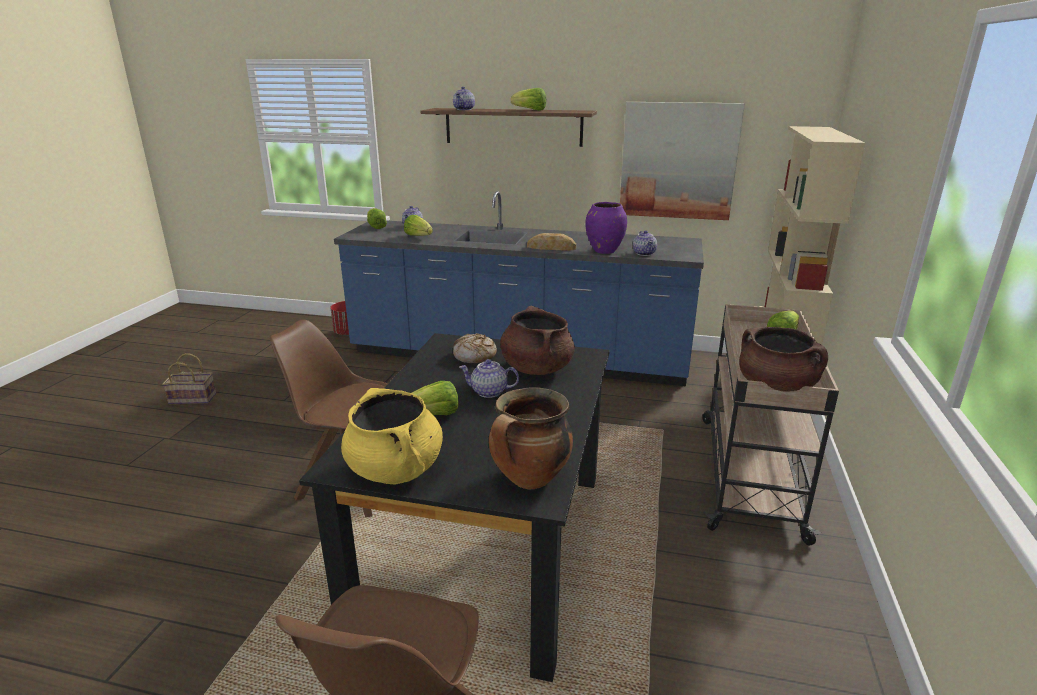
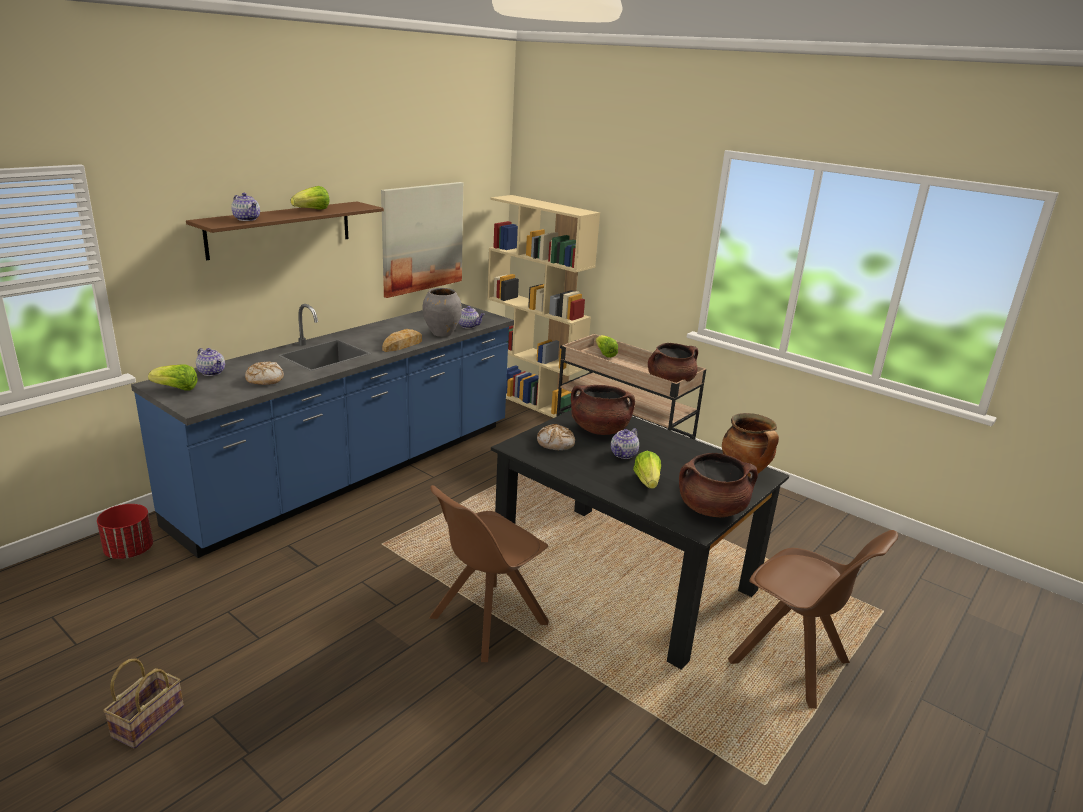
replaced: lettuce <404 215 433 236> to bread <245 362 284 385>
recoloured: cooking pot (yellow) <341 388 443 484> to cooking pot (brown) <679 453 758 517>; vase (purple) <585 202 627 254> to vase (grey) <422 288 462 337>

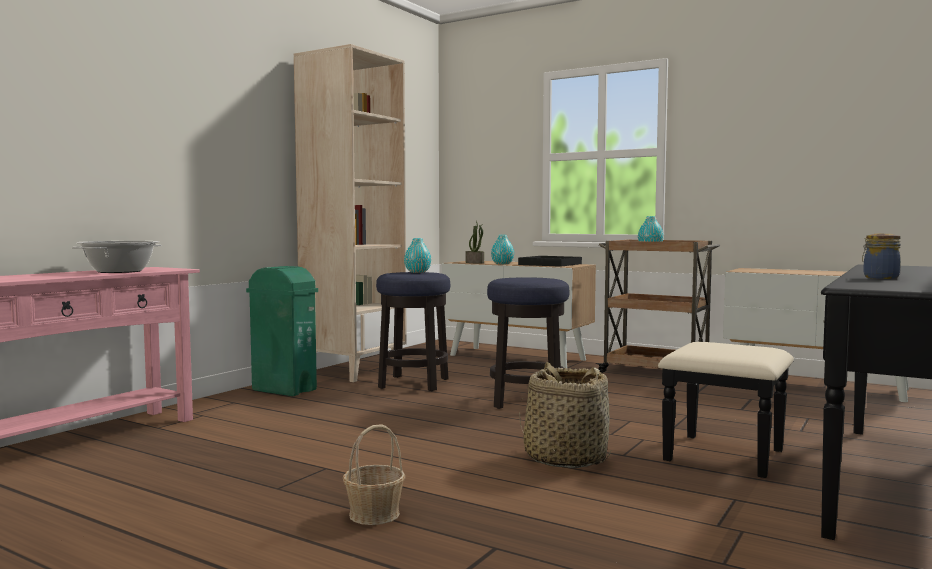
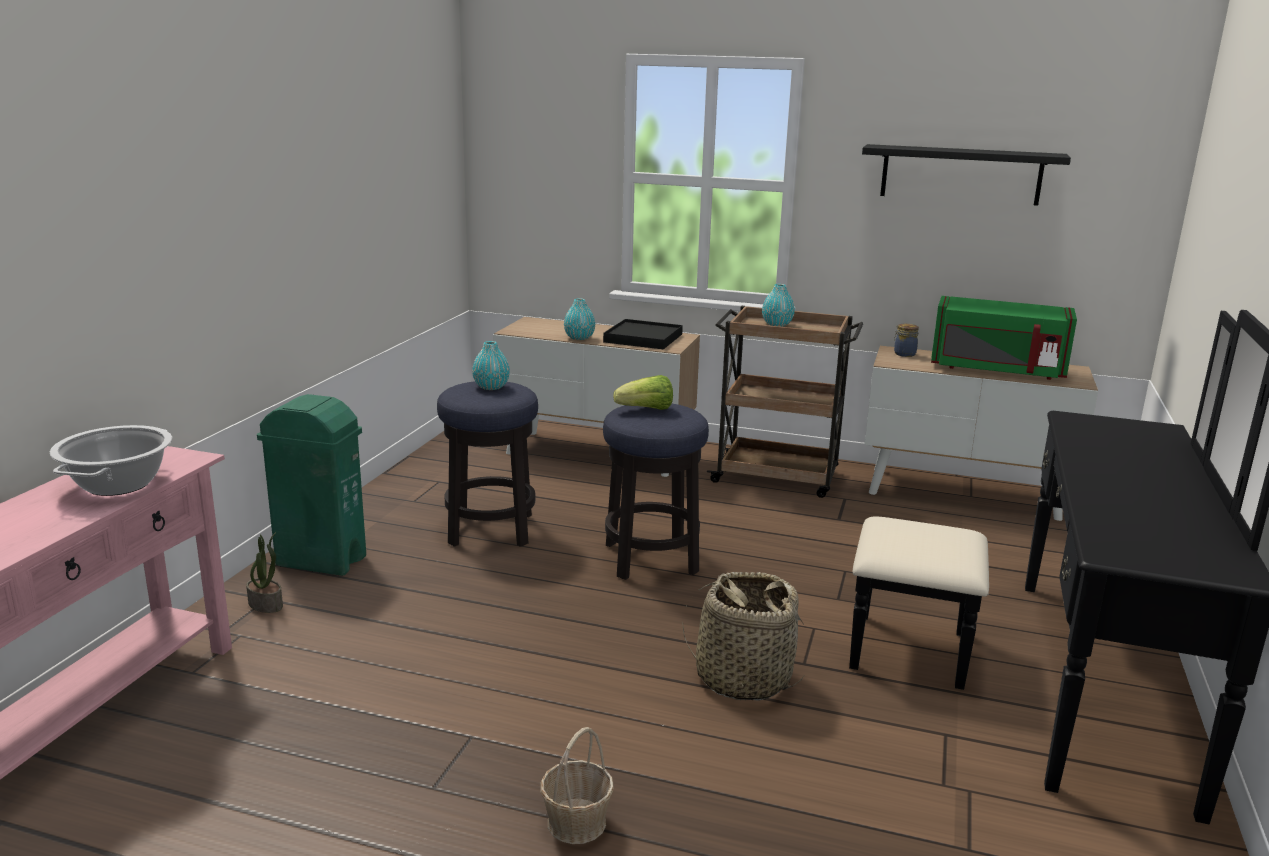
removed: bookcase (beige) <294 44 407 382>
added: lettuce <613 375 673 410>; shelf (black) <862 144 1071 206>; microwave (green) <931 296 1077 380>
moved: potted plant <466 221 484 263> to <246 532 283 613>; jar <862 234 901 279> to <894 324 919 357>

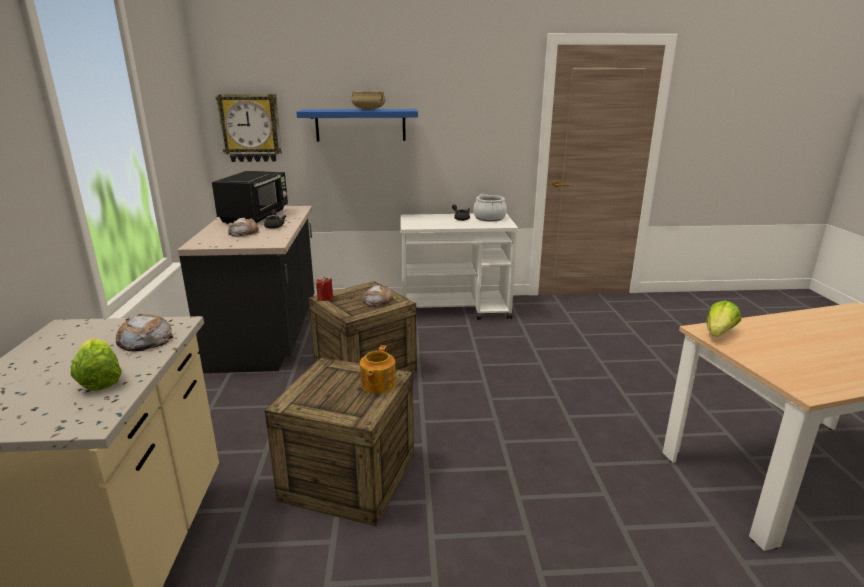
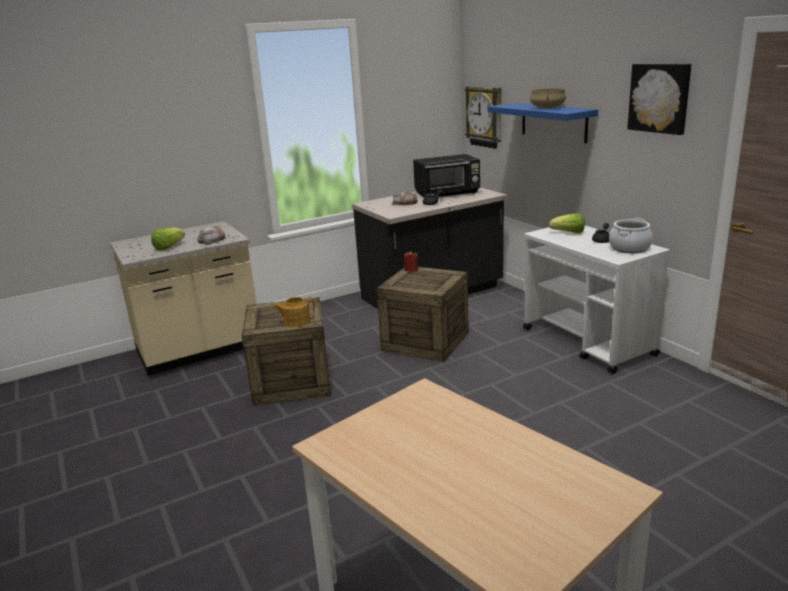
removed: bread <363 285 393 307>
added: picture <627 64 691 135>
moved: lettuce <707 300 741 337> to <549 213 585 233>

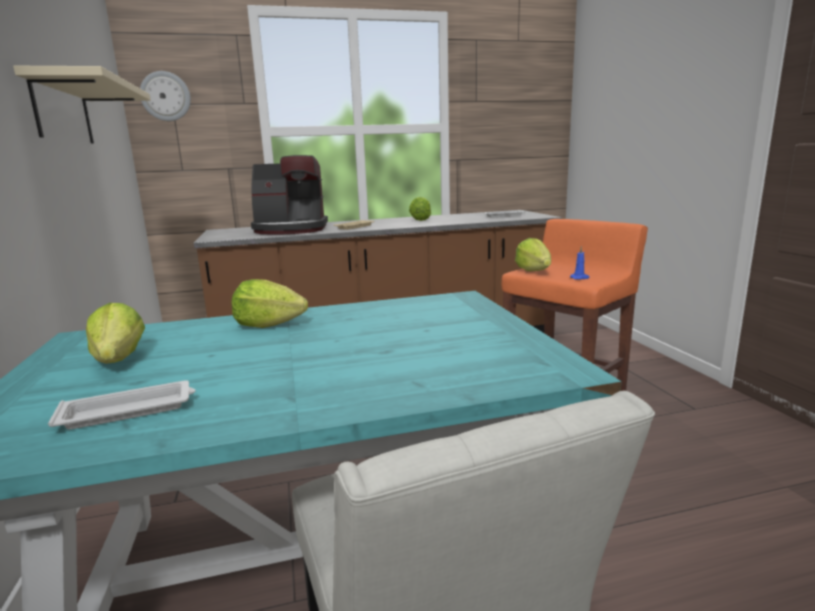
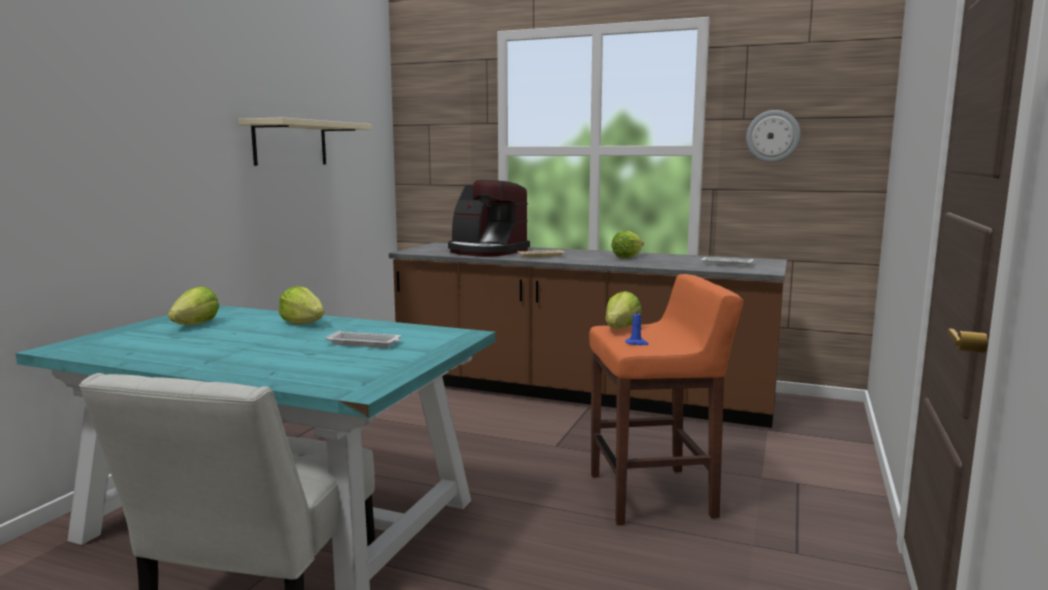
moved: tray (white) <48 380 196 430> to <325 331 401 348>; wall clock <140 71 191 121> to <746 110 801 162>

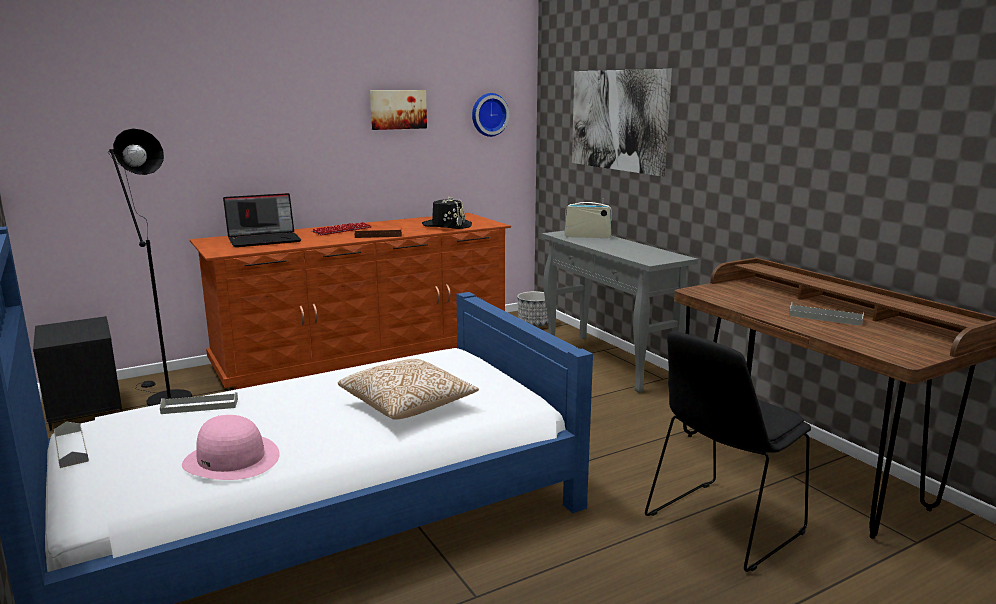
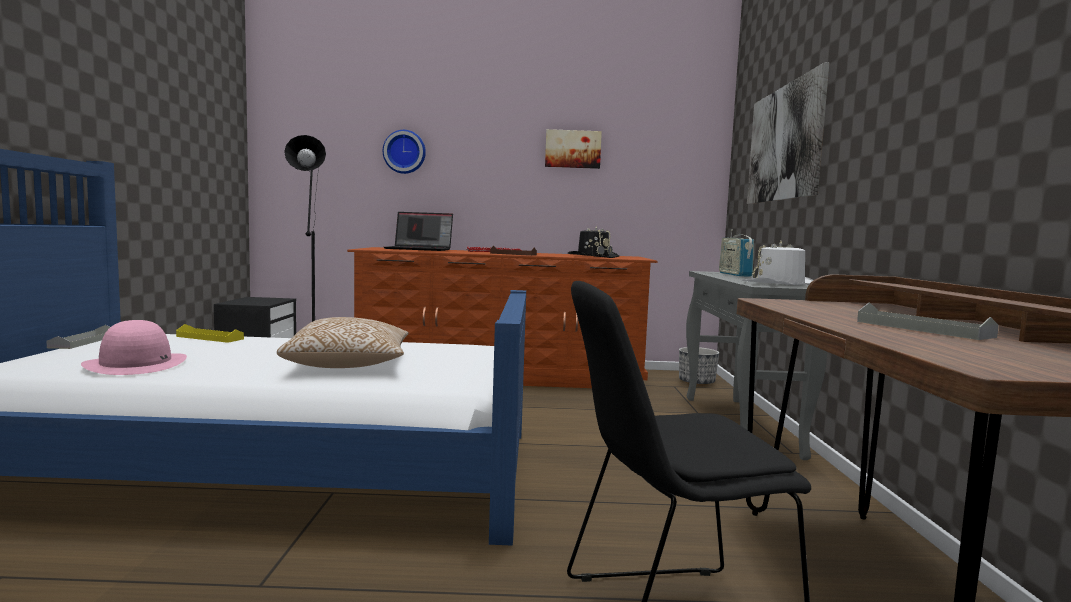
added: hat (white) <742 241 813 285>
moved: wall clock <472 93 509 137> to <383 130 426 174>
recoloured: tray (grey) <160 392 238 414> to tray (yellow) <176 324 244 343>
turned: radio <564 198 612 238> = <719 229 754 277> 135 degrees counterclockwise

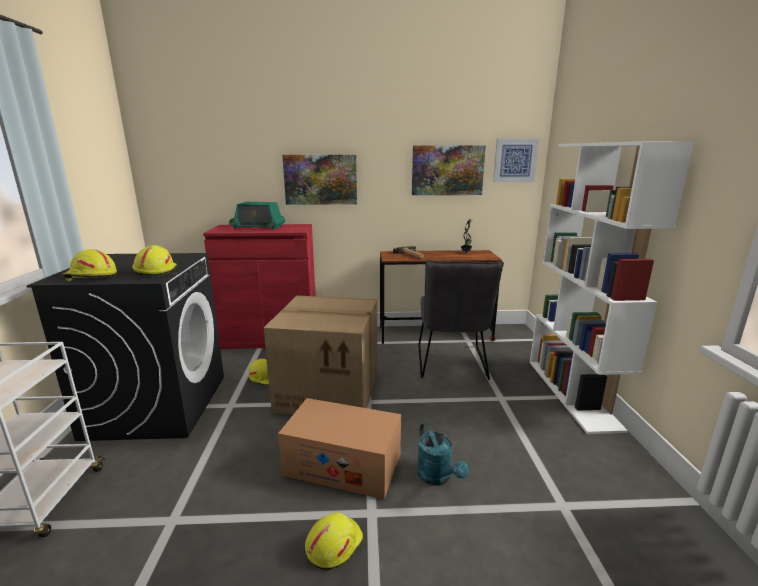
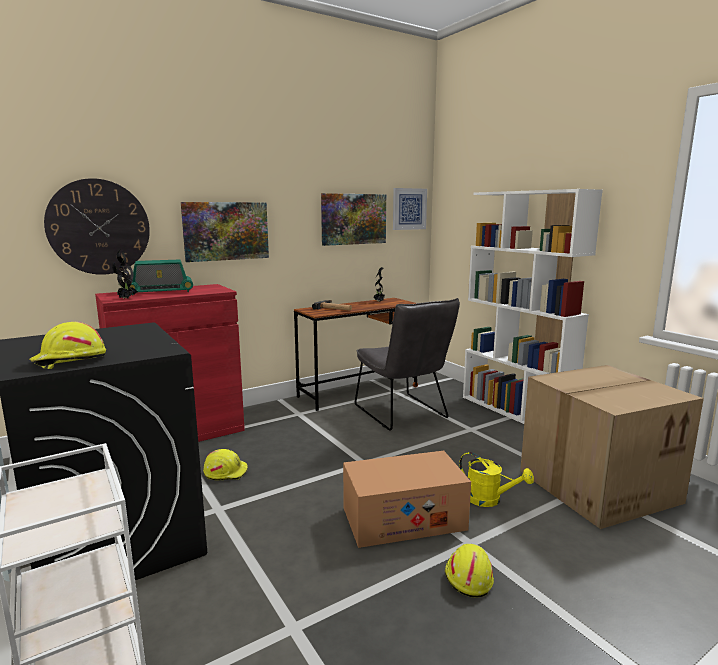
removed: hard hat (yellow) <132 245 177 276>
added: wall clock <44 178 150 275>; potted plant <112 249 138 298>
moved: cardboard box <264 295 377 415> to <520 365 704 529>
recoloured: watering can (turquoise) <417 423 468 485> to watering can (yellow) <459 452 534 507>

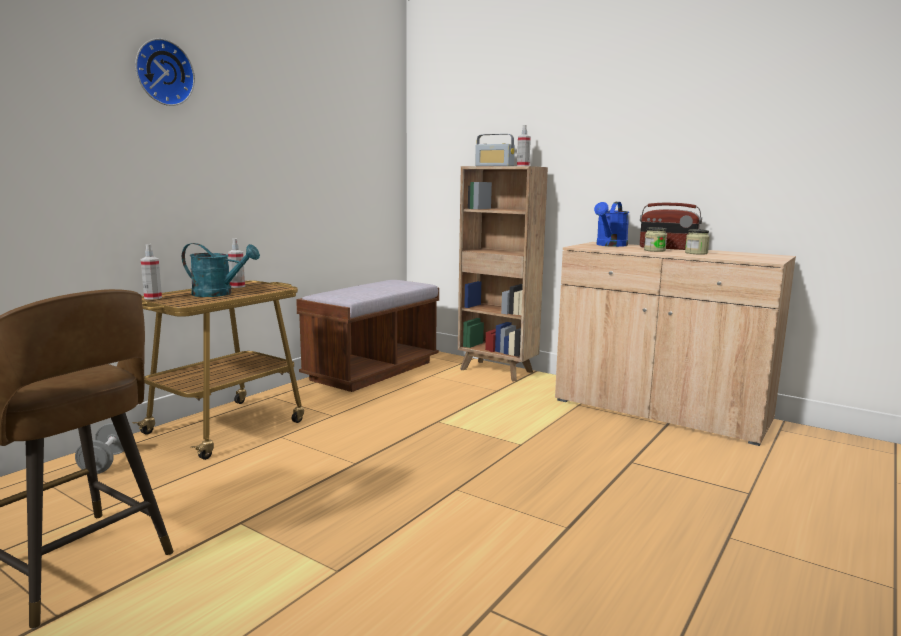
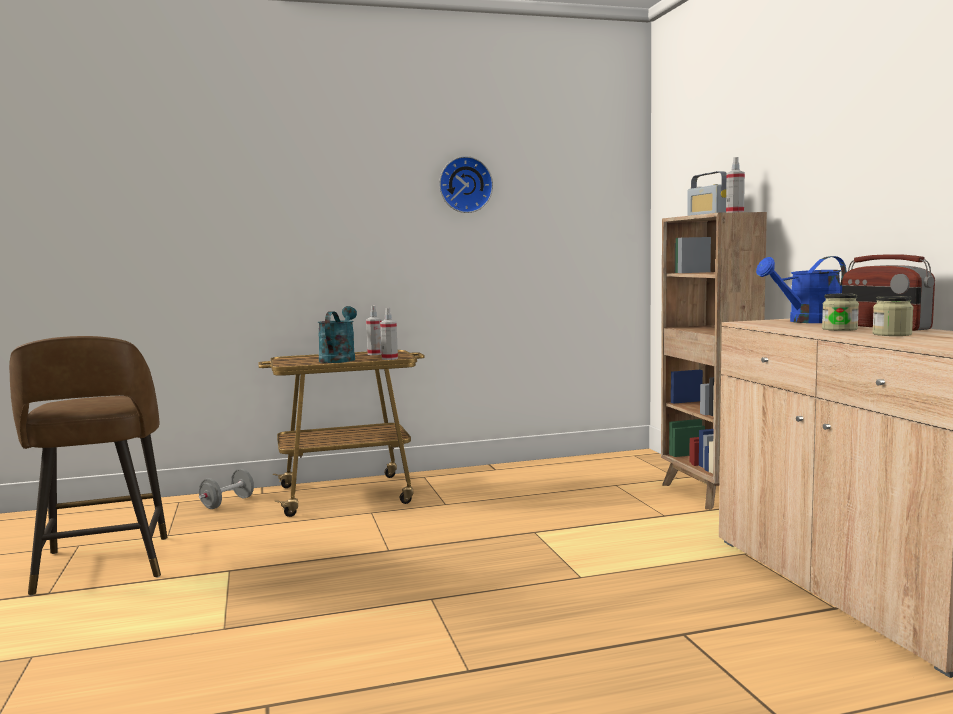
removed: bench (brown) <296 280 439 392>
moved: wall clock <135 38 195 106> to <439 156 493 213>; spray bottle <141 244 162 299> to <380 308 398 360>
turned: watering can (turquoise) <182 243 260 297> = <318 306 357 363> 135 degrees counterclockwise

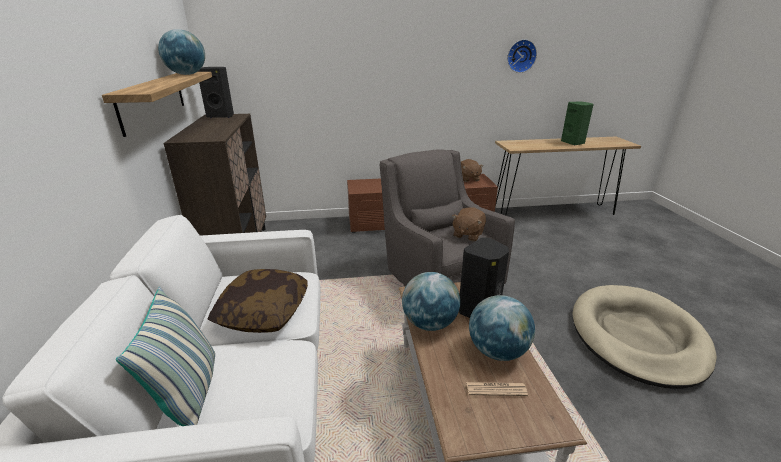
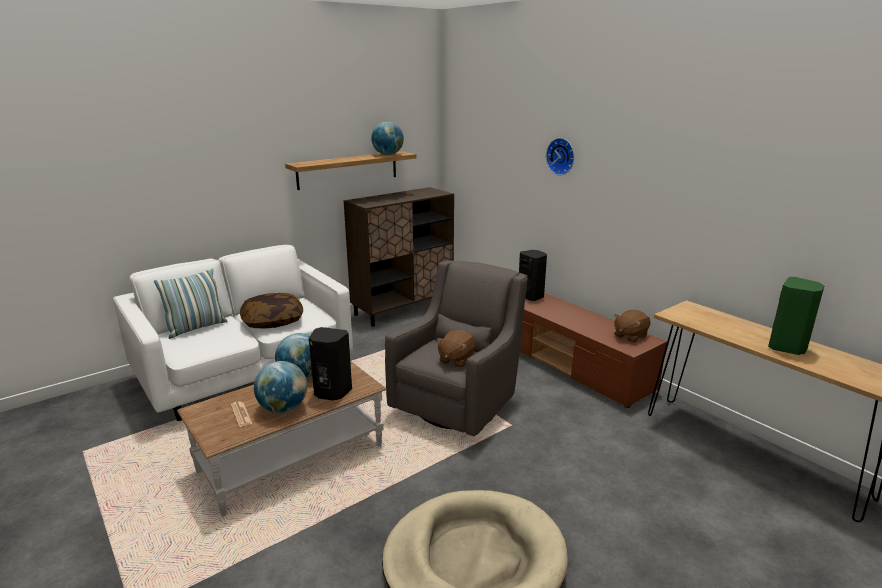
moved: speaker (black) <198 67 234 118> to <519 250 547 301>; wall clock <507 39 537 73> to <546 138 574 176>
turned: plush toy (brown) <452 207 486 242> = <436 330 475 368> 60 degrees counterclockwise

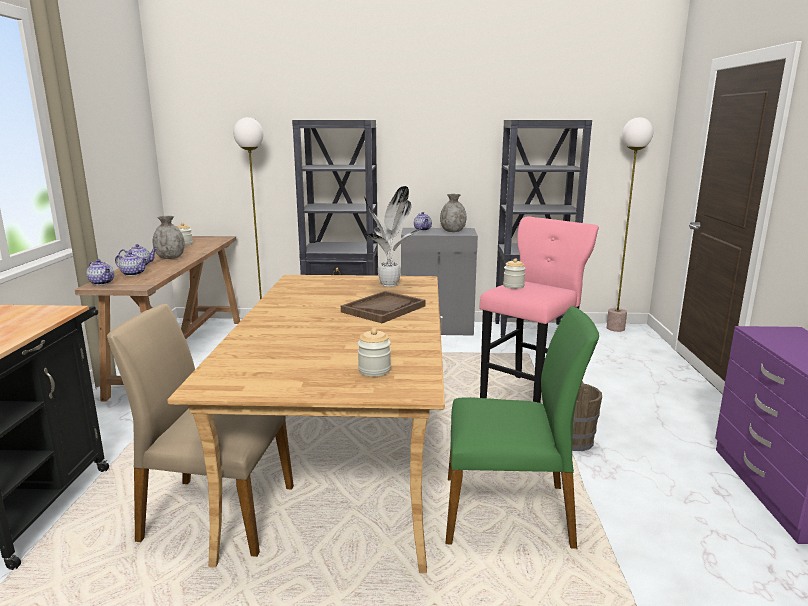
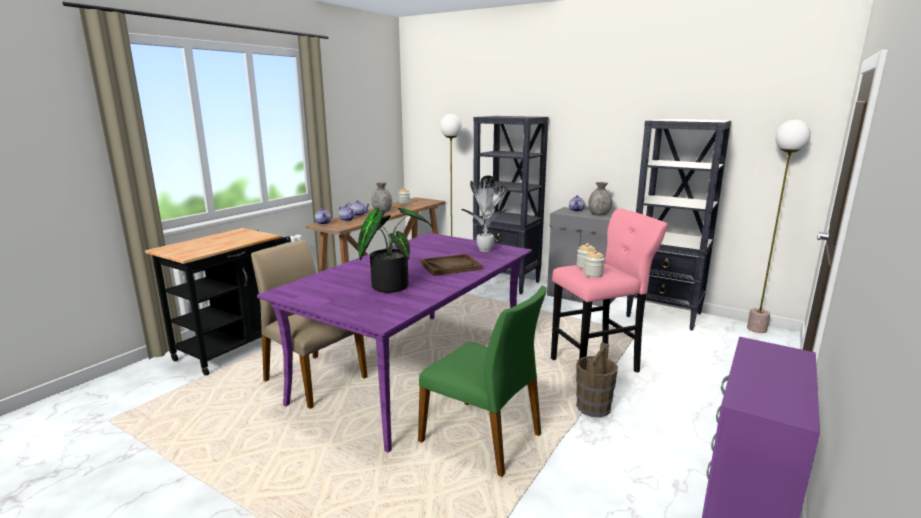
added: potted plant <358 208 433 293>
moved: jar <357 328 391 377> to <584 250 604 278>
recoloured: dining table (beige) <167 275 445 573> to dining table (purple) <257 233 532 453>

